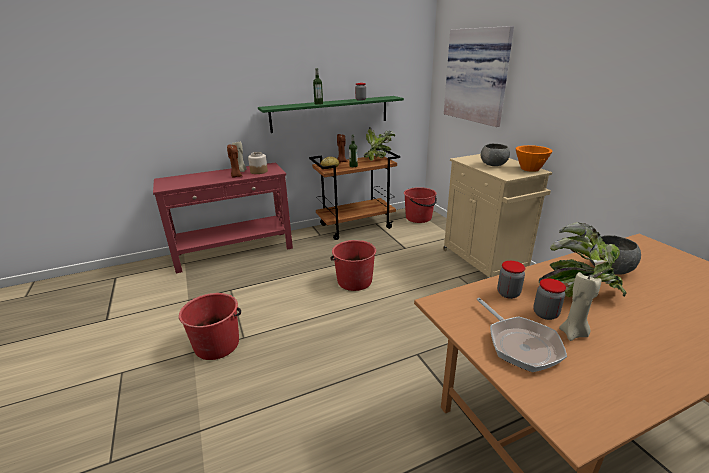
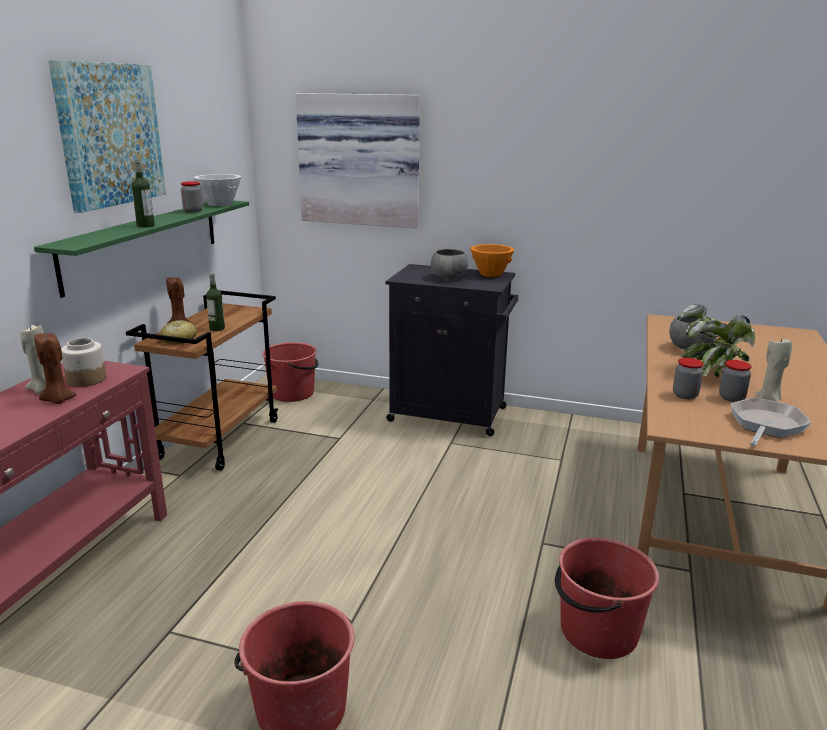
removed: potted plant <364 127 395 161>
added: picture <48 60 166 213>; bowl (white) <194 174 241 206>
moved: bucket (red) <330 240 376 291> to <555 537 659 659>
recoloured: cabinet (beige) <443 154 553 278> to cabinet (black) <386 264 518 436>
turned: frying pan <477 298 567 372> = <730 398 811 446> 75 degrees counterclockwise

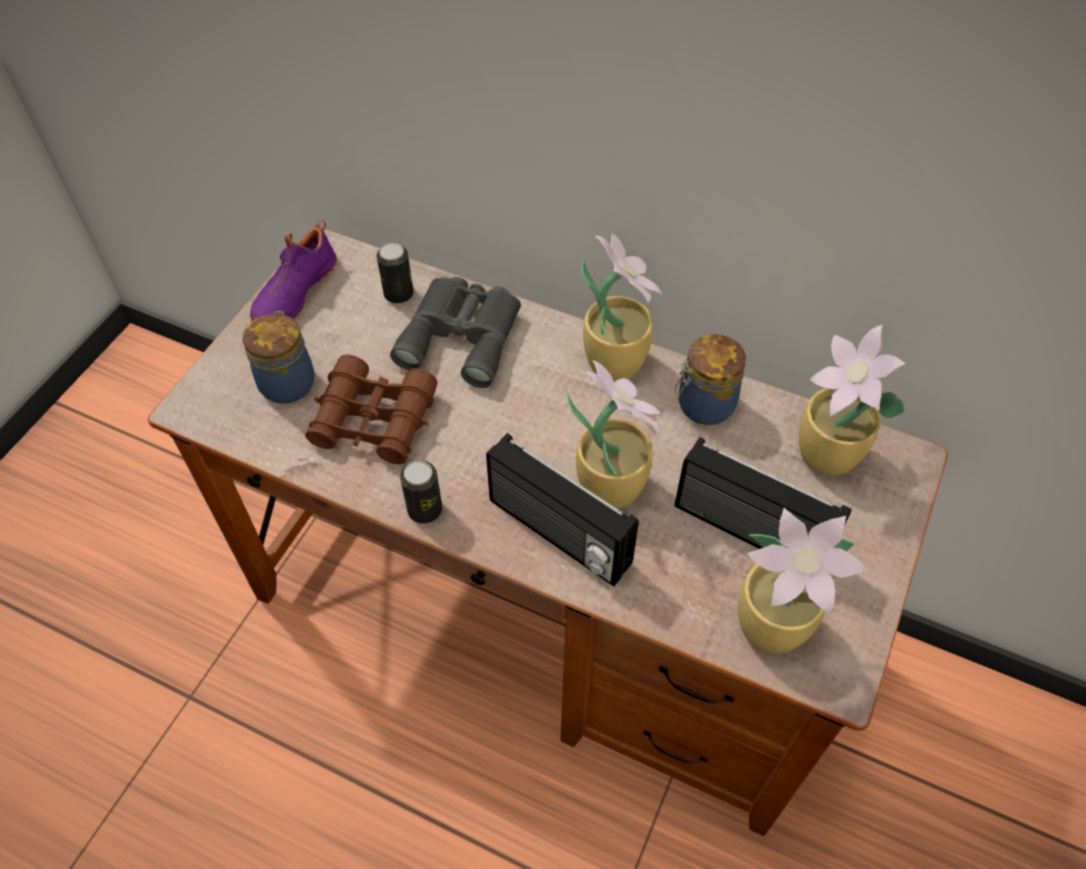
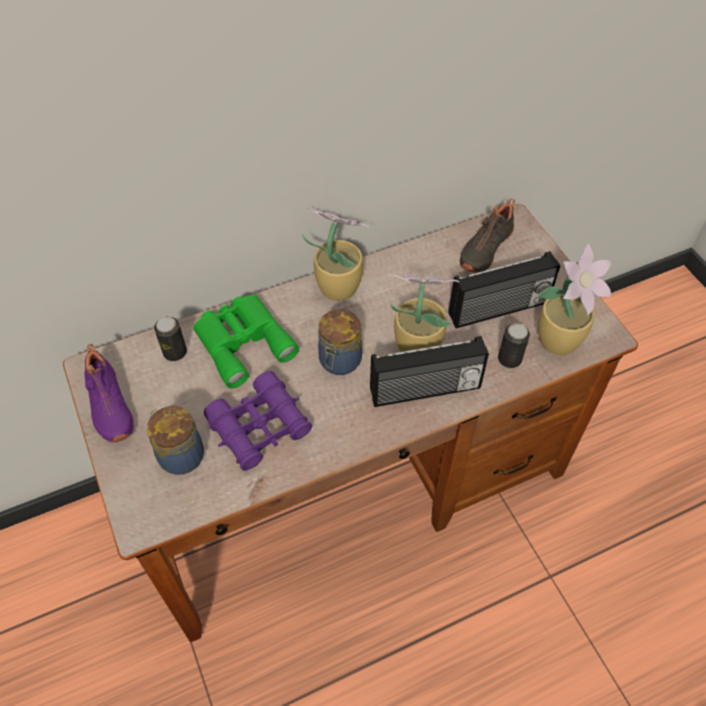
moved: can <400 460 442 524> to <498 323 530 368>; jar <675 334 746 425> to <318 309 362 375>
replaced: potted plant <799 325 906 476> to shoe (black) <460 198 515 273>
recoloured: binoculars (brown) <305 354 437 464> to binoculars (purple) <204 371 312 471>; binoculars (grey) <390 277 521 388> to binoculars (green) <193 295 299 388>

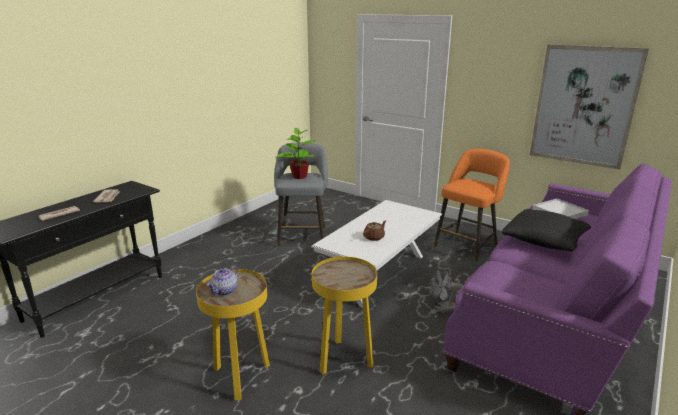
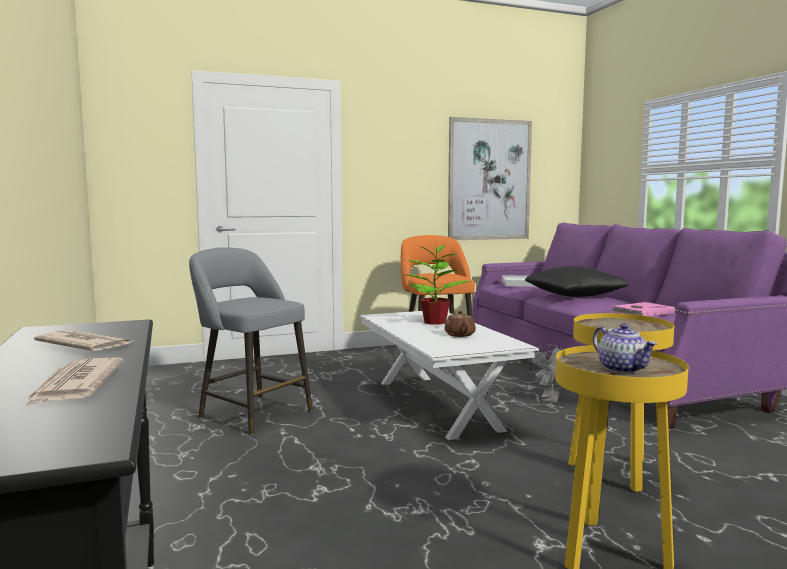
added: book (pink) <610 302 675 316>
moved: potted plant <276 128 317 179> to <406 241 471 325>

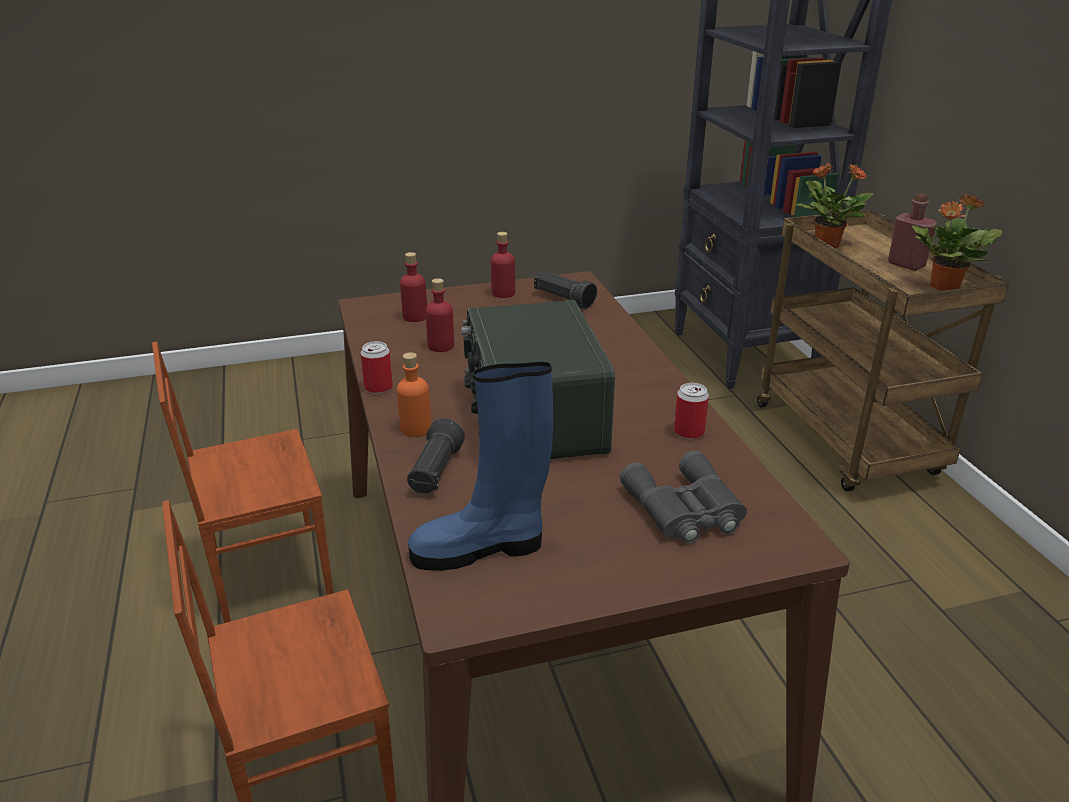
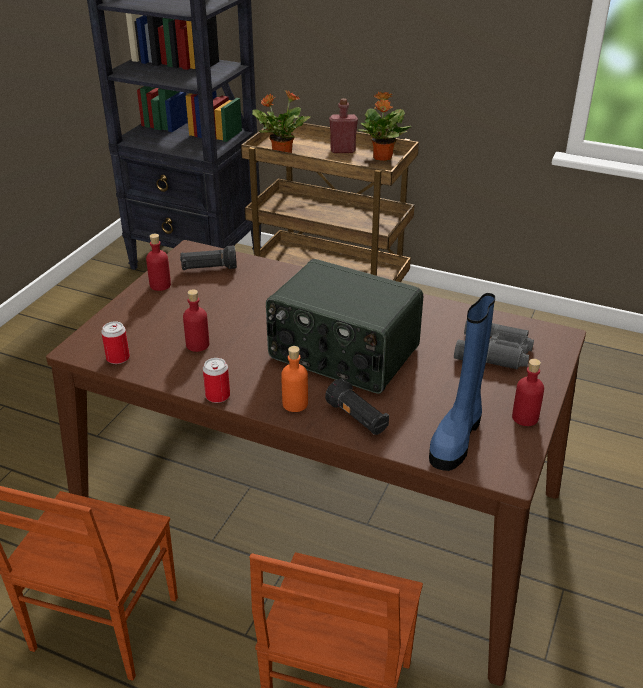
moved: bottle (red) <400 252 427 322> to <512 359 544 426>; can <674 383 709 439> to <101 321 130 364>

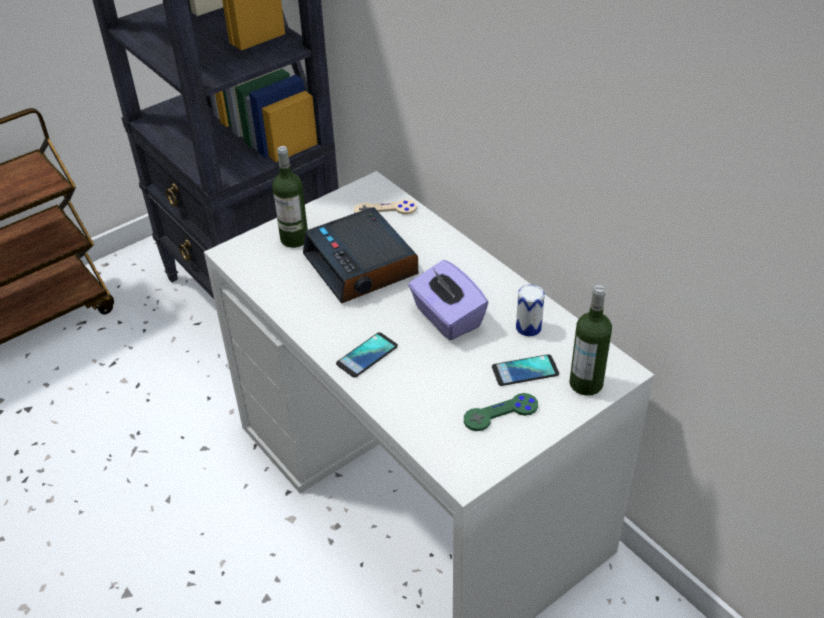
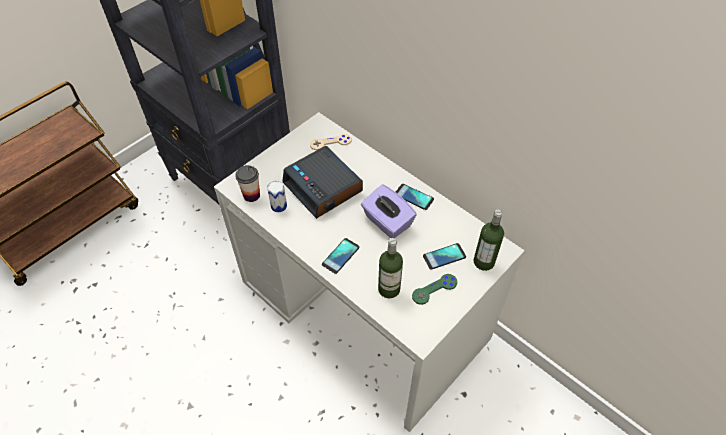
added: cup <235 165 260 202>; phone <396 184 434 210>
moved: bottle <272 146 308 248> to <378 238 403 298>; can <516 284 545 336> to <267 181 287 212>

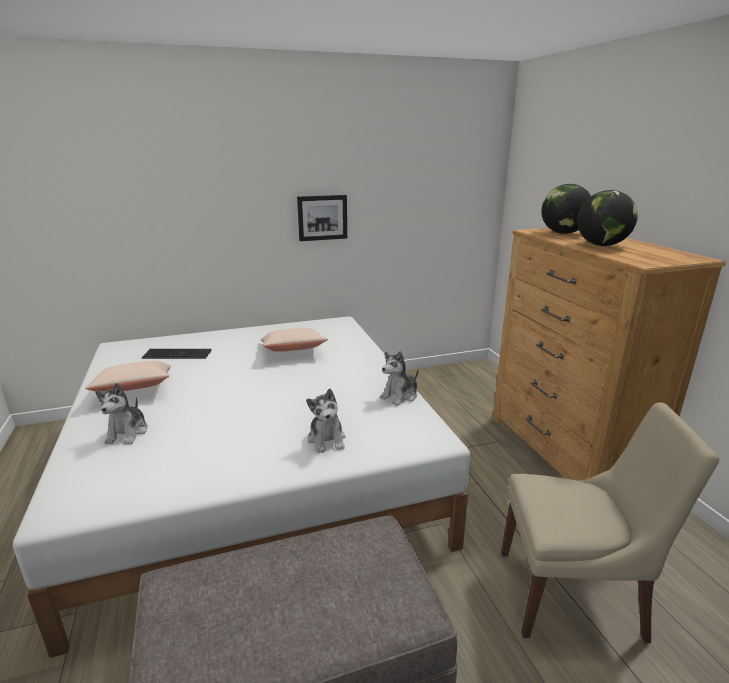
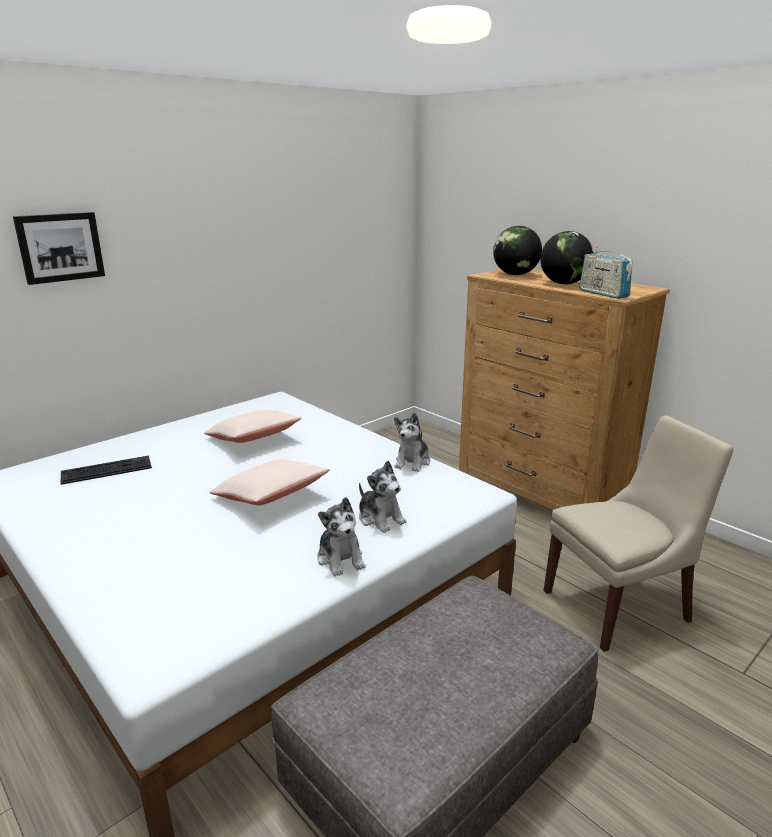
added: radio <579 245 633 299>
moved: pillow (beige) <85 361 171 392> to <209 460 330 505>; plush toy <95 383 148 444> to <317 497 366 577>; picture <297 195 347 241> to <13 212 105 285>

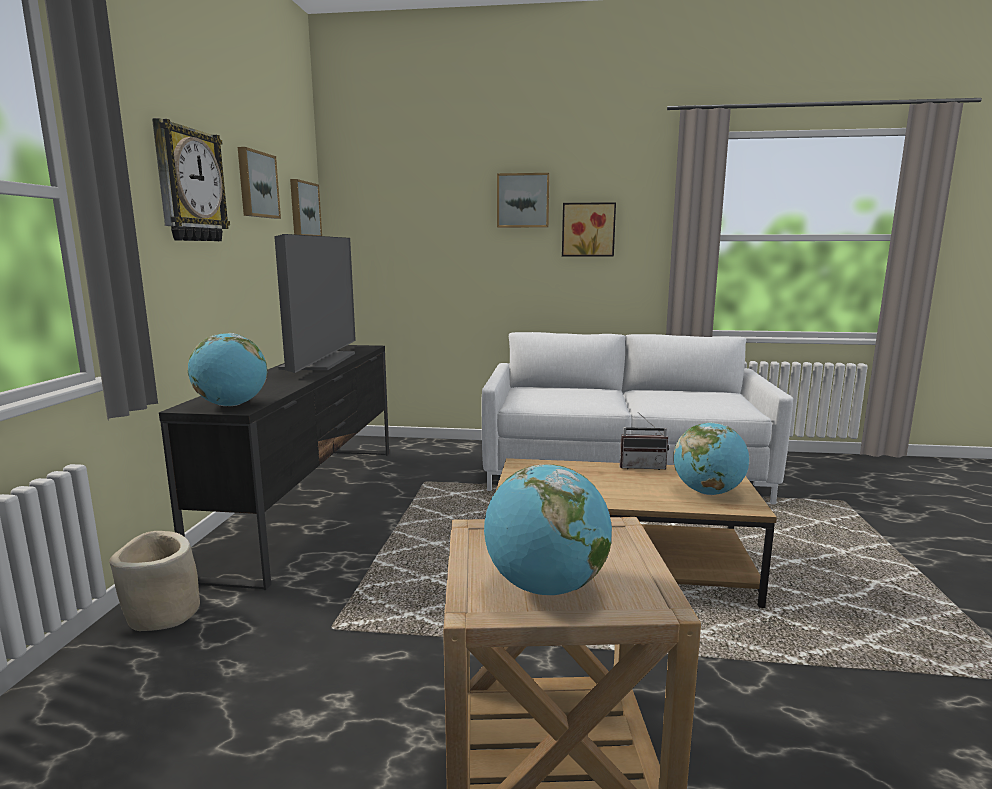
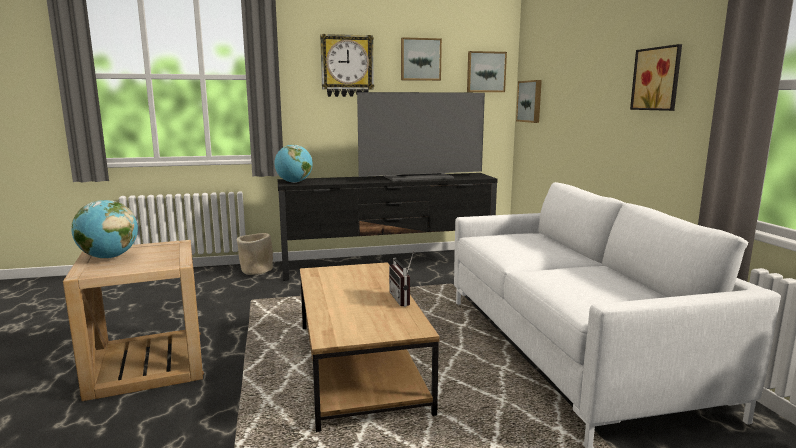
removed: globe <673 422 749 495>
moved: picture <497 173 550 228> to <516 80 542 123>

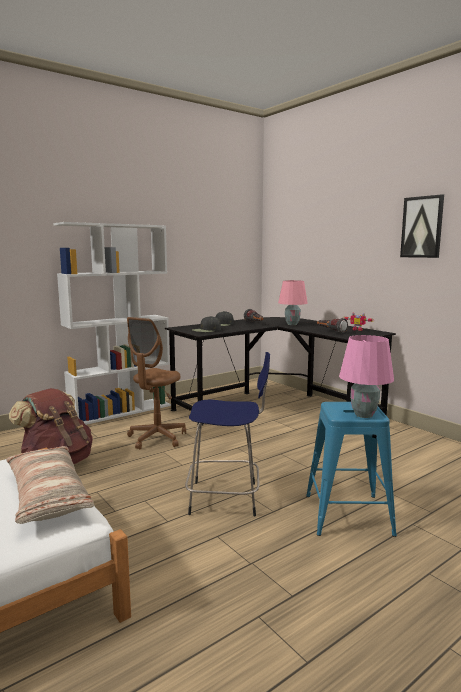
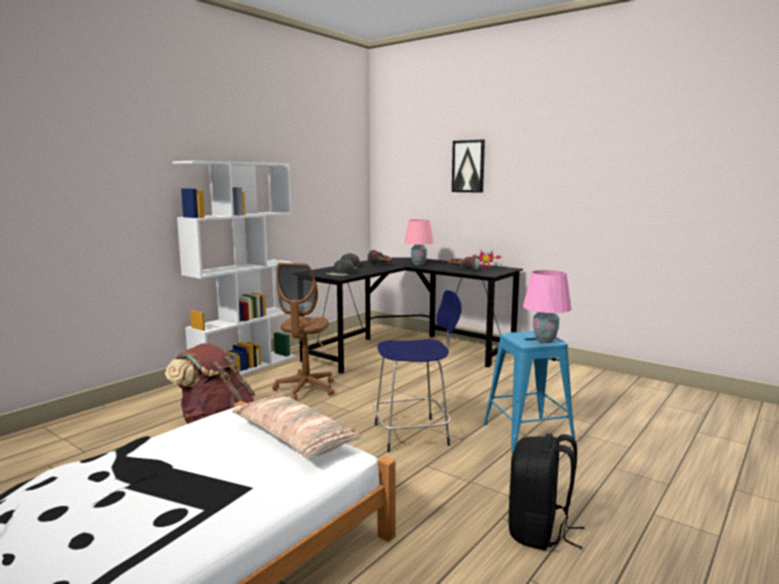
added: backpack (black) <508 434 585 550>
moved: picture <400 194 444 258> to <452 139 485 193>

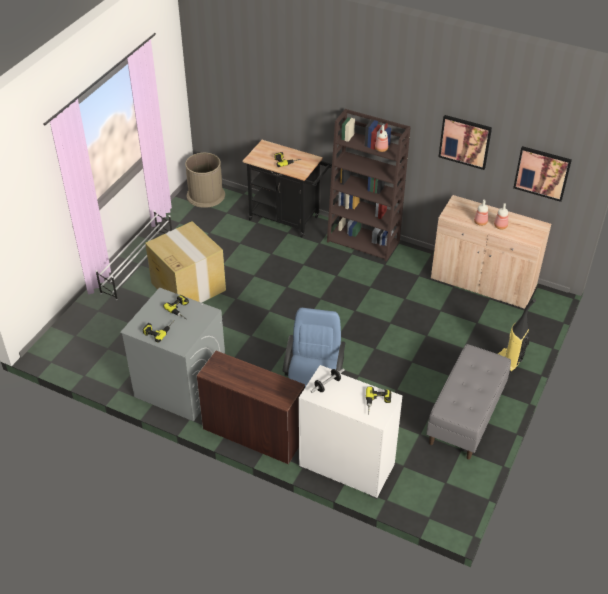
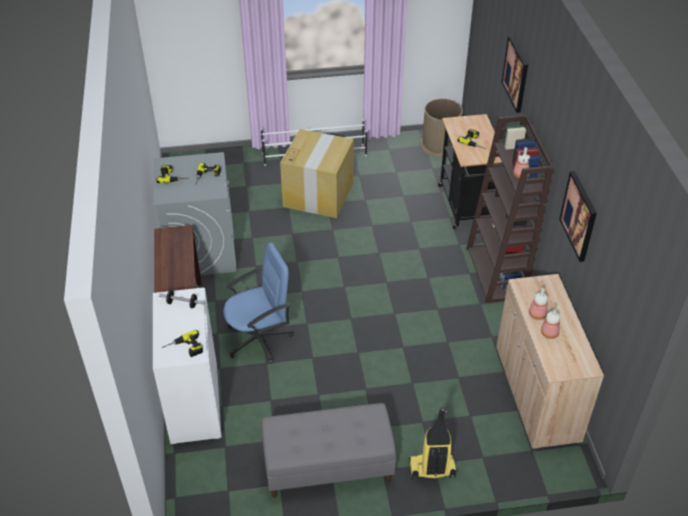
moved: picture <513 146 572 202> to <502 35 528 113>

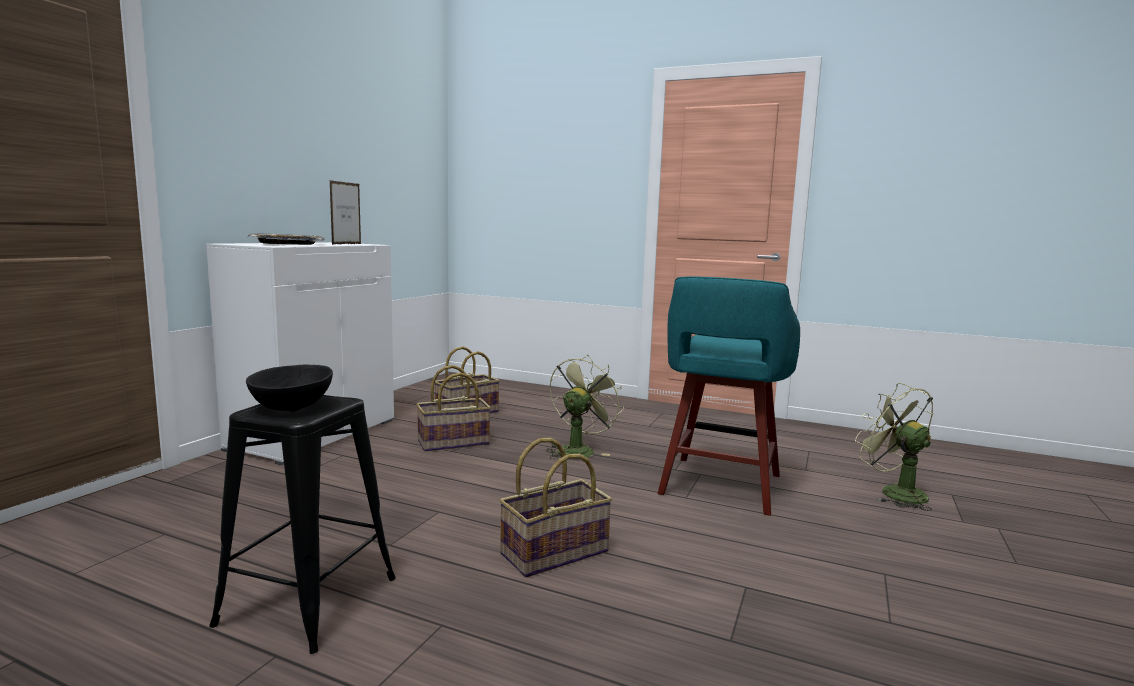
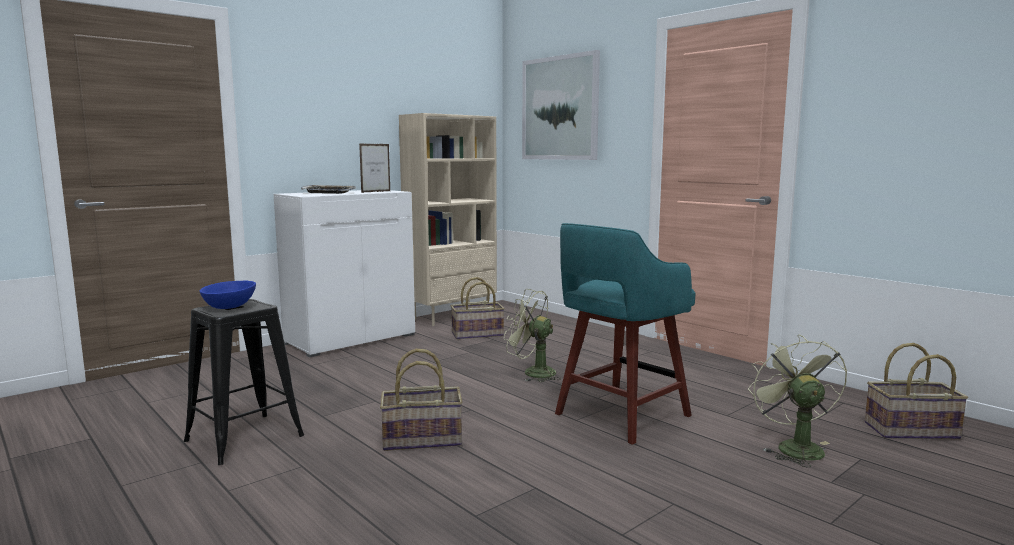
added: bookcase (beige) <399 113 497 326>; picture <522 50 600 160>
moved: basket <416 365 491 452> to <865 343 968 439>
recoloured: bowl (black) <246 364 333 411> to bowl (blue) <200 281 256 309>
turned: fan (green) <546 355 624 459> = <504 289 561 382> 120 degrees counterclockwise

